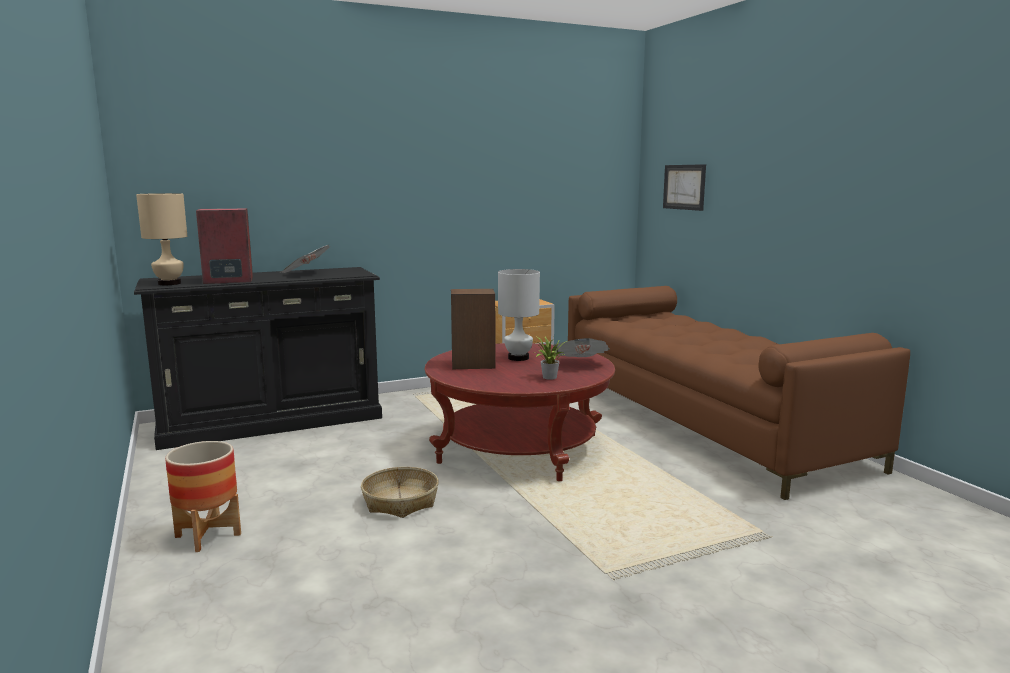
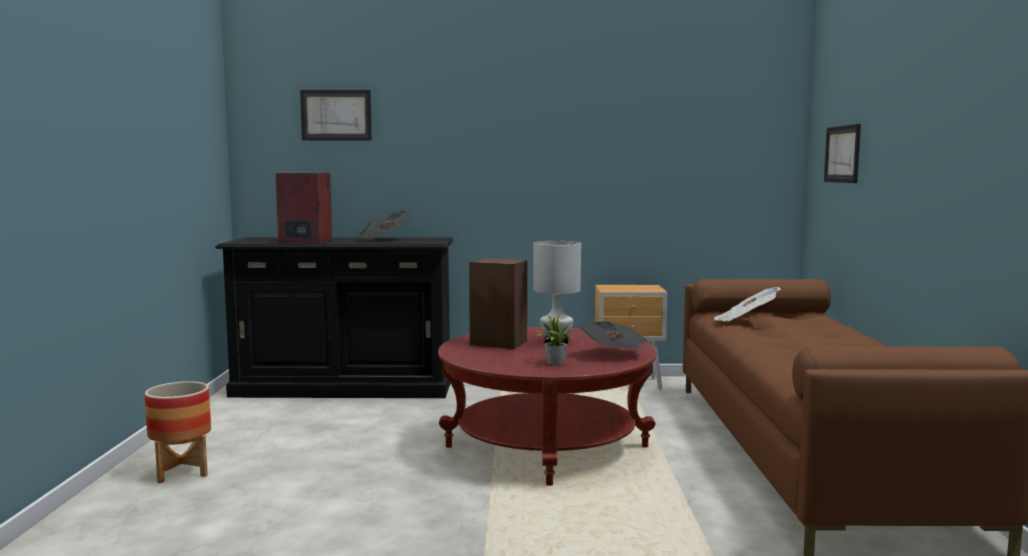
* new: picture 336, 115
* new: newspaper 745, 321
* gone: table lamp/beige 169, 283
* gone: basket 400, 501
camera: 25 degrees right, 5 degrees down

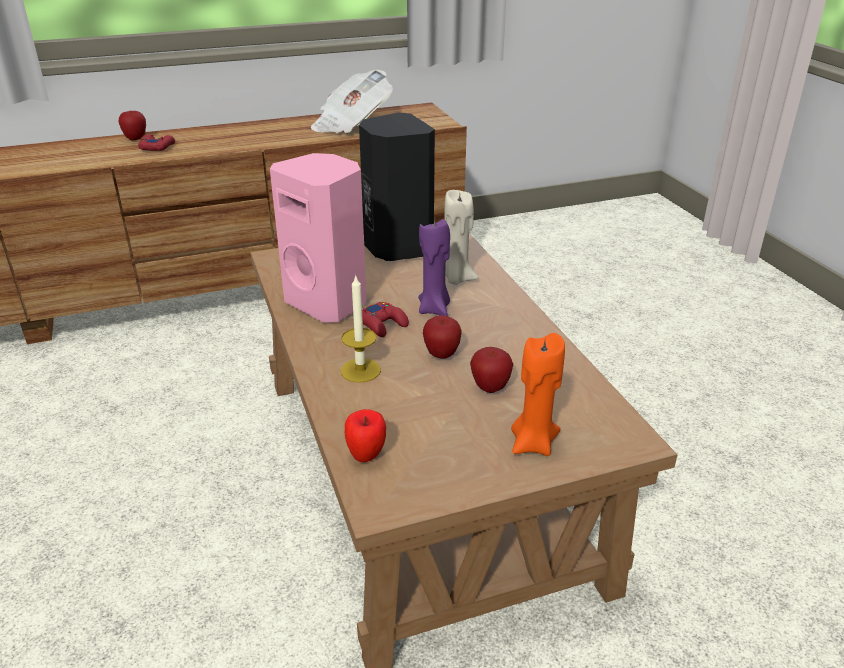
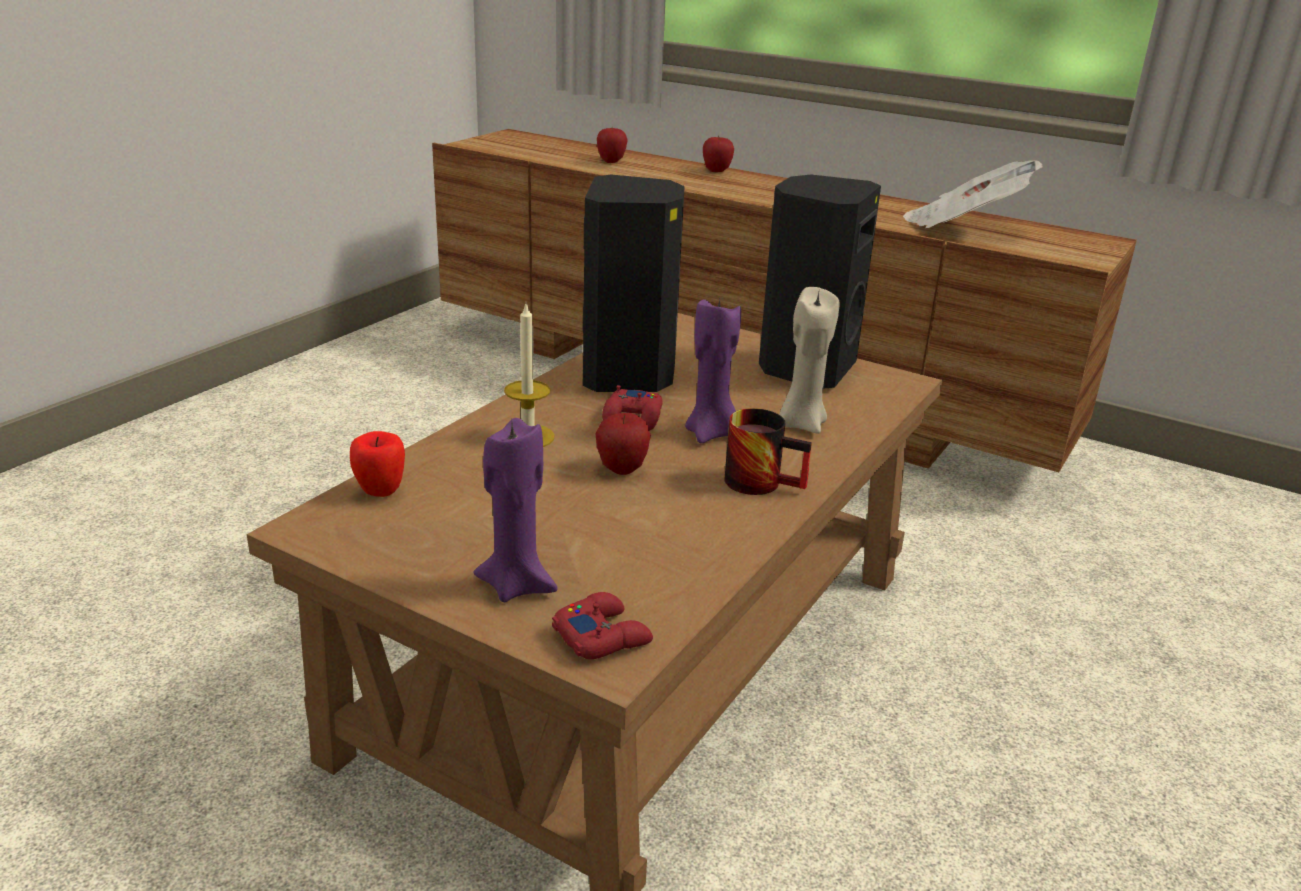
* repainted: candle/orange 533, 443 to candle/purple 517, 585
* shifted: game controller/red 157, 147 to 602, 636
* repainted: speaker/pink 329, 303 to speaker/black 630, 377
* shifted: apple 490, 387 to 611, 161
* new: mug 763, 481
camera: 50 degrees right, 5 degrees down

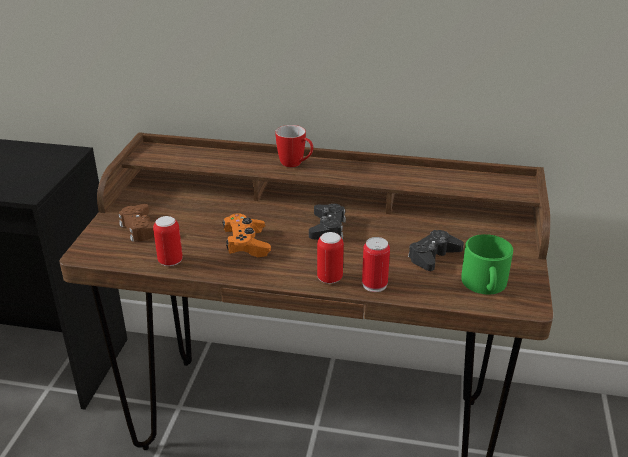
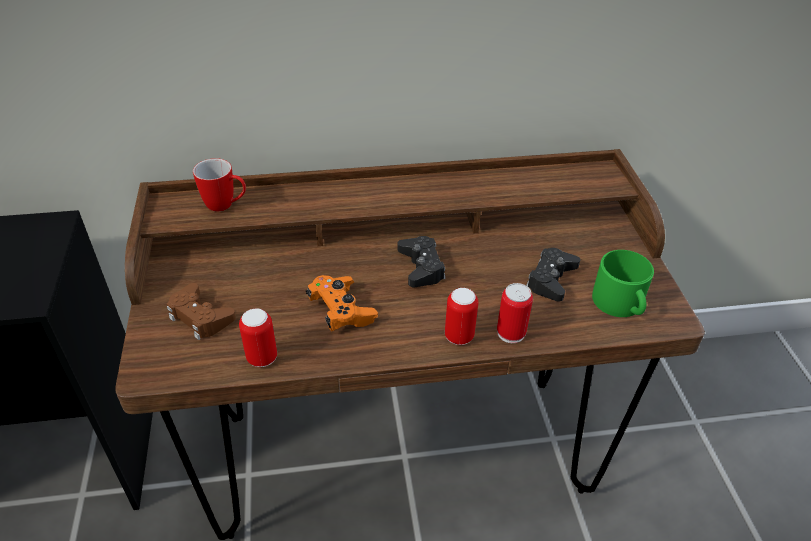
* shifted: mug 296, 164 to 226, 206
camera: 20 degrees left, 10 degrees up

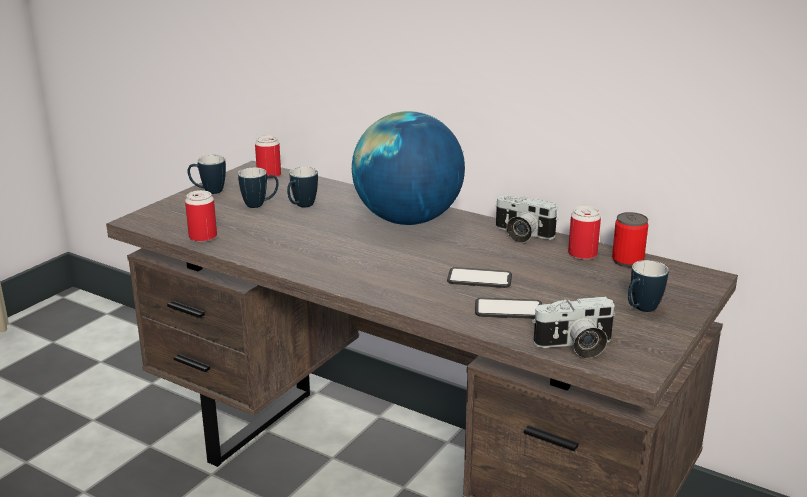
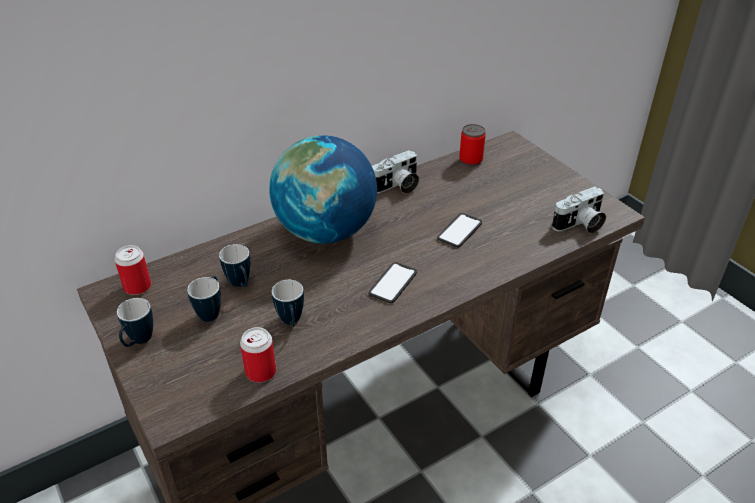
* shifted: mug 641, 310 to 291, 323
* shifted: phone 508, 309 to 393, 283
* rotated: photo camera 575, 347 = 580, 225 45 degrees clockwise
* gone: can 582, 254
camera: 65 degrees left, 15 degrees up

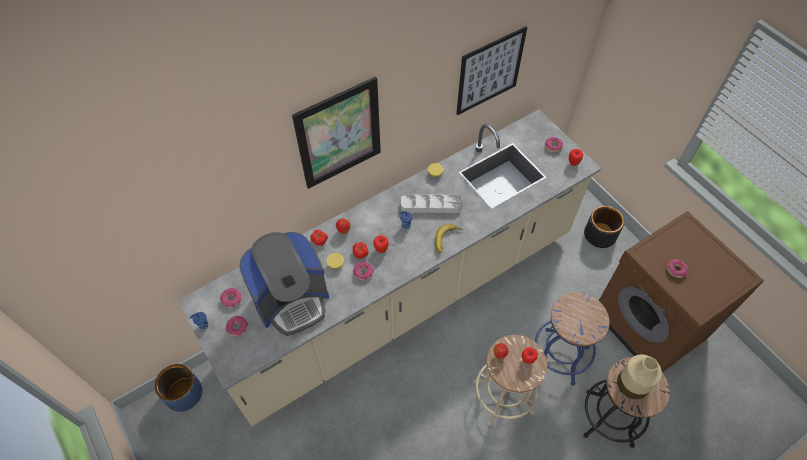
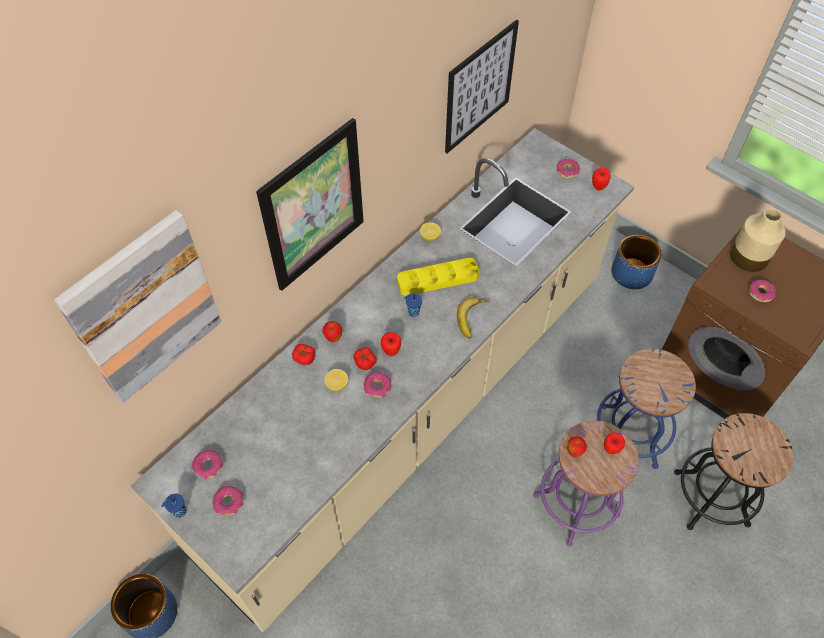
* new: picture 144, 308
* repainted: tray/grey 431, 205 to tray/yellow 437, 279
* repainted: stool/beige 503, 396 to stool/purple 575, 505
* repainted: planter/black 600, 235 to planter/blue 631, 274
* shifted: vase/beige 633, 383 to 749, 256
* gone: coffee machine 292, 300
camera: 15 degrees left, 0 degrees up

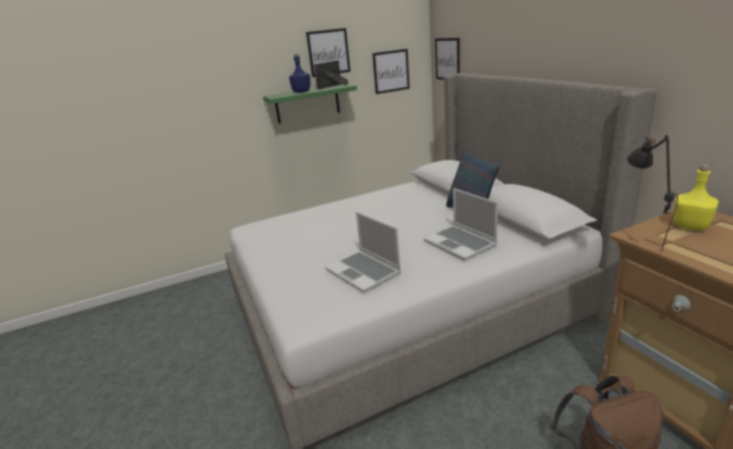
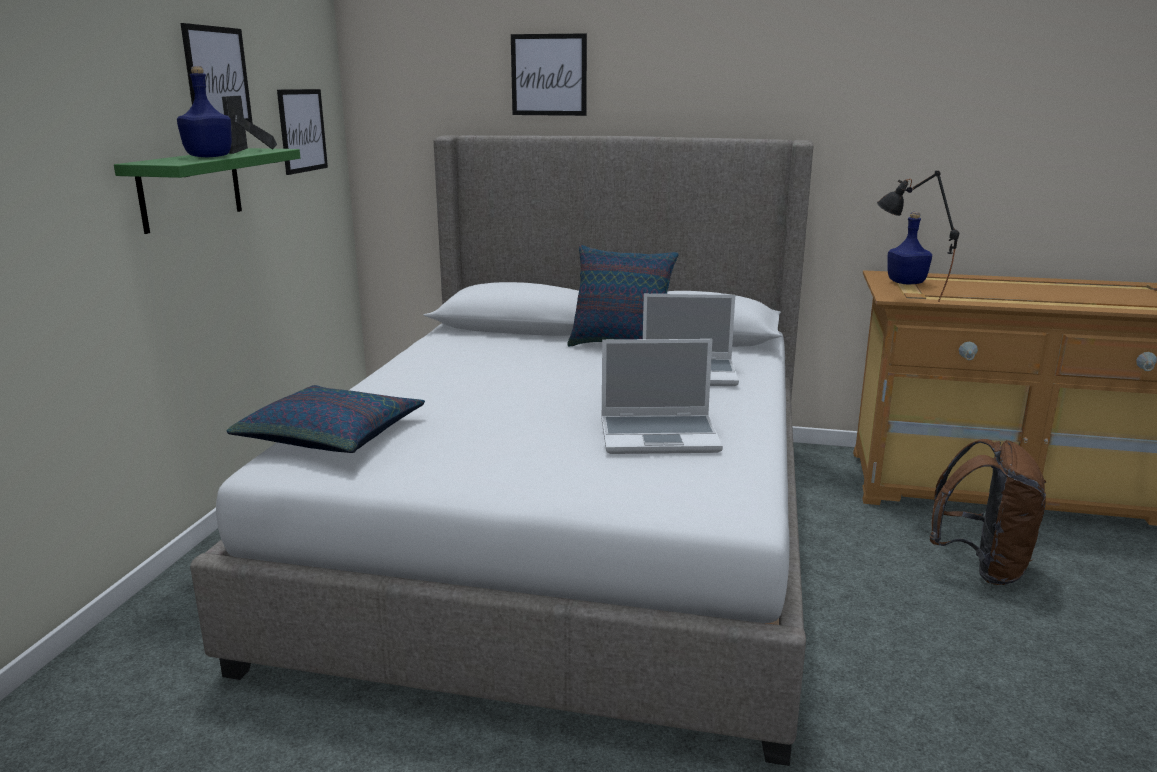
* new: pillow/blue 333, 436
* shifted: picture 447, 59 to 549, 75
* repainted: bottle/yellow 690, 226 to bottle/blue 906, 283
camera: 55 degrees left, 5 degrees down

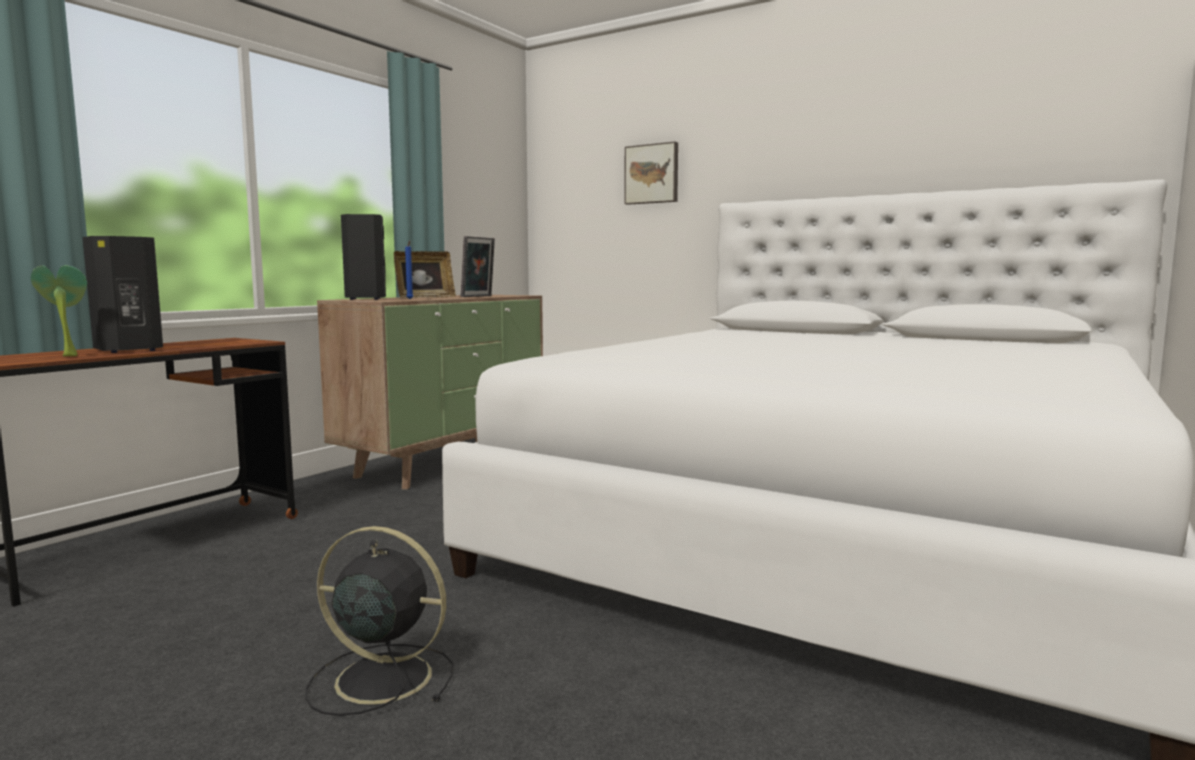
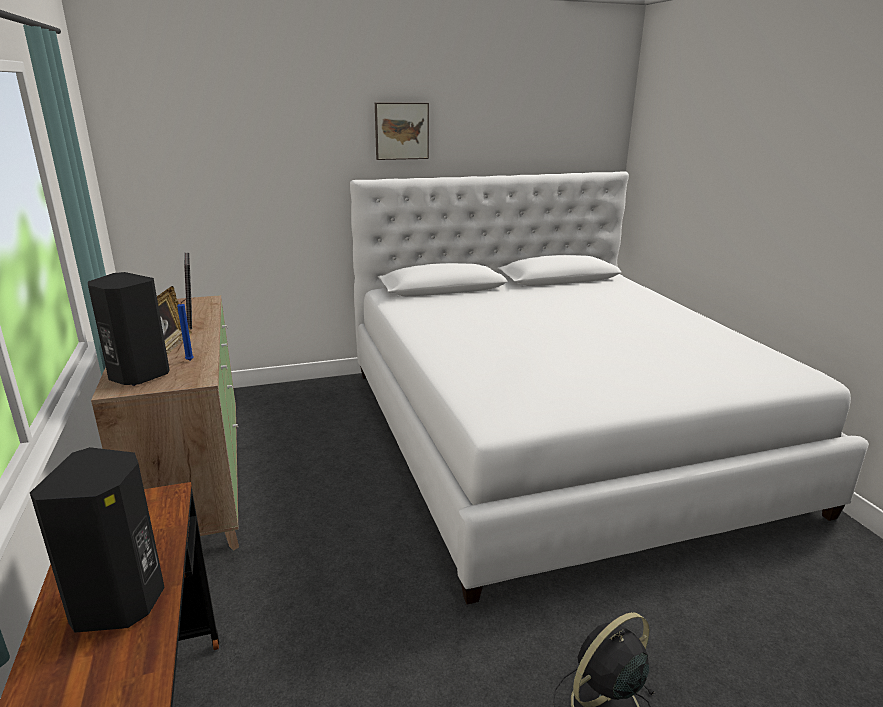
* shifted: picture 652, 174 to 401, 131
* gone: potted plant 67, 356
camera: 50 degrees left, 15 degrees up

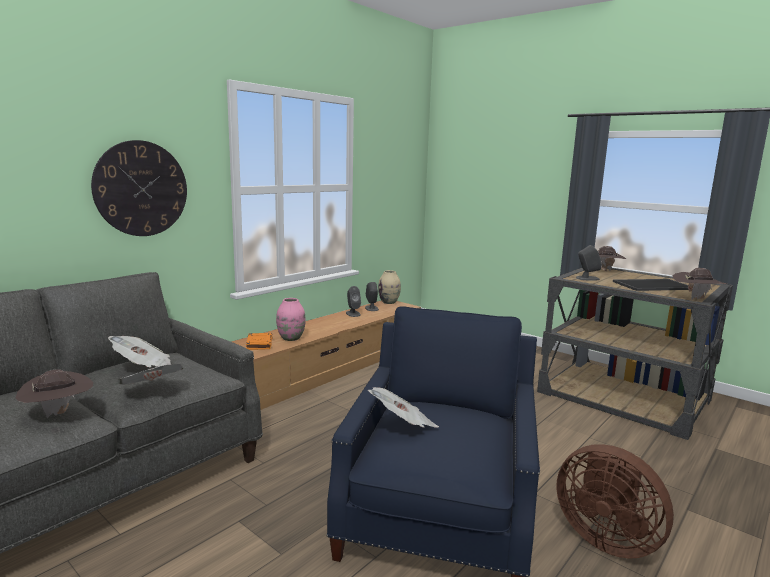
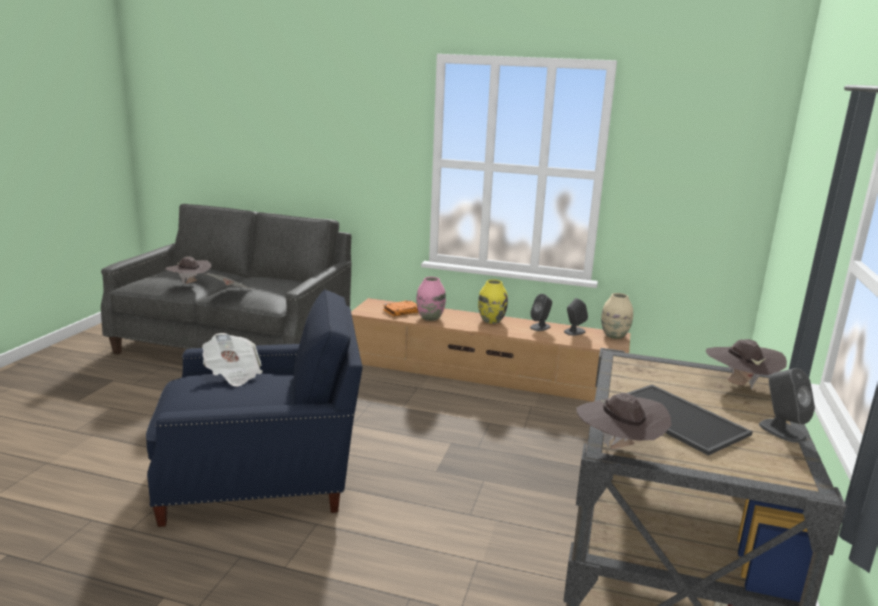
* new: vase/yellow 491, 320
* shifted: speaker/grey 587, 278 to 781, 430
* gone: wall clock 141, 189
* gone: newspaper 144, 367
* gone: fan/brown 606, 538
camera: 65 degrees right, 5 degrees up

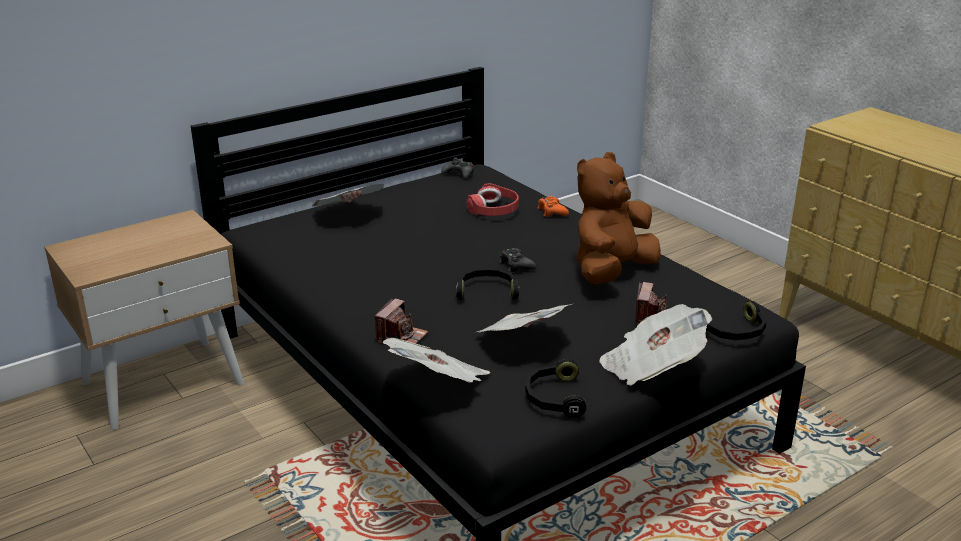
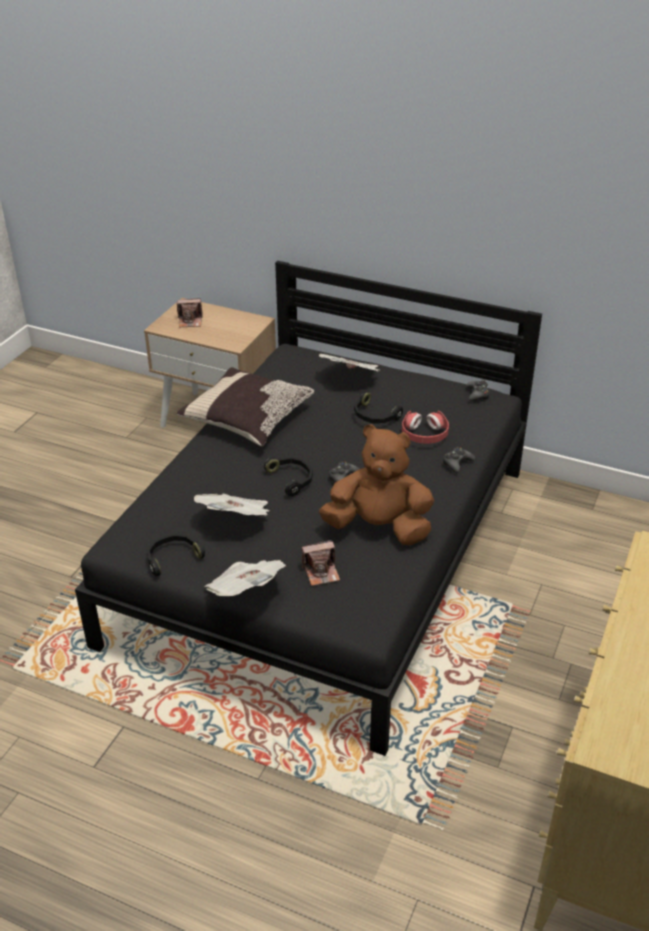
* new: pillow 247, 418
* shifted: photo camera 401, 337 to 190, 321
* shifted: headphones/black 734, 332 to 374, 416
* repainted: game controller/orange 552, 211 to game controller/black 457, 463
* gone: newspaper 439, 384
camera: 60 degrees right, 10 degrees up

